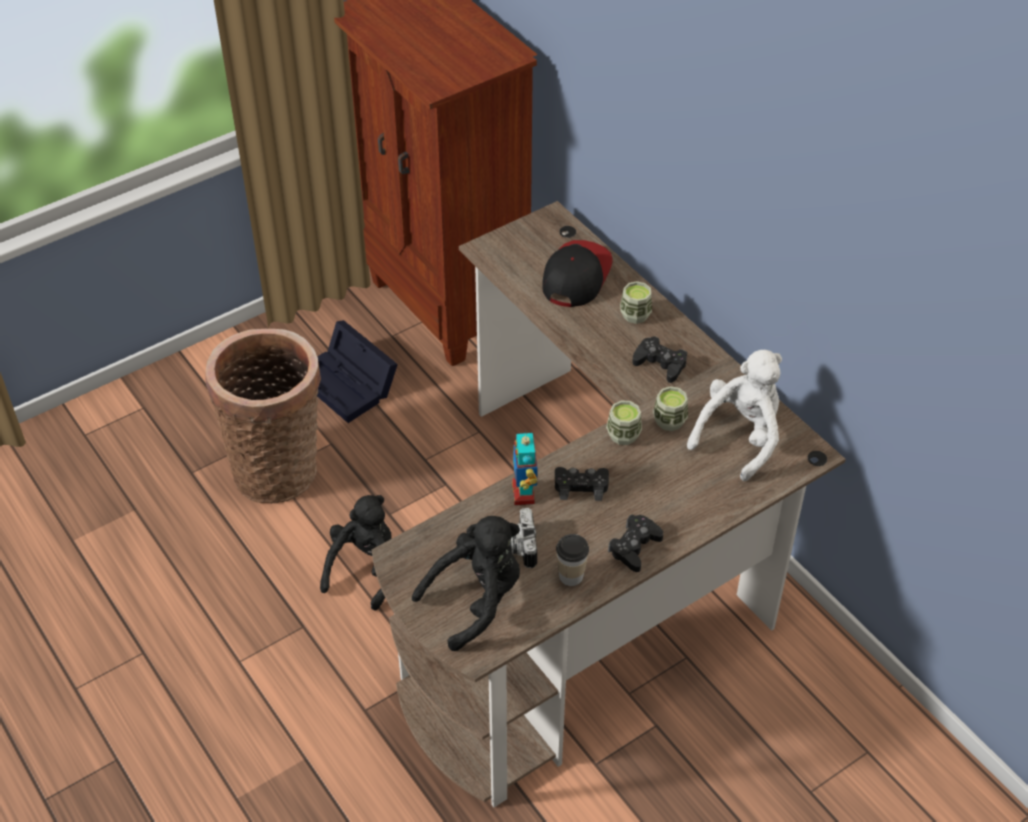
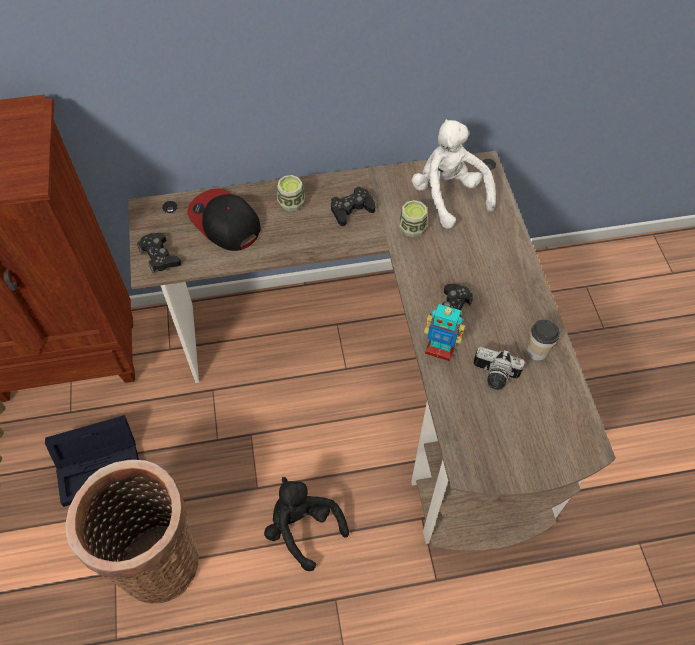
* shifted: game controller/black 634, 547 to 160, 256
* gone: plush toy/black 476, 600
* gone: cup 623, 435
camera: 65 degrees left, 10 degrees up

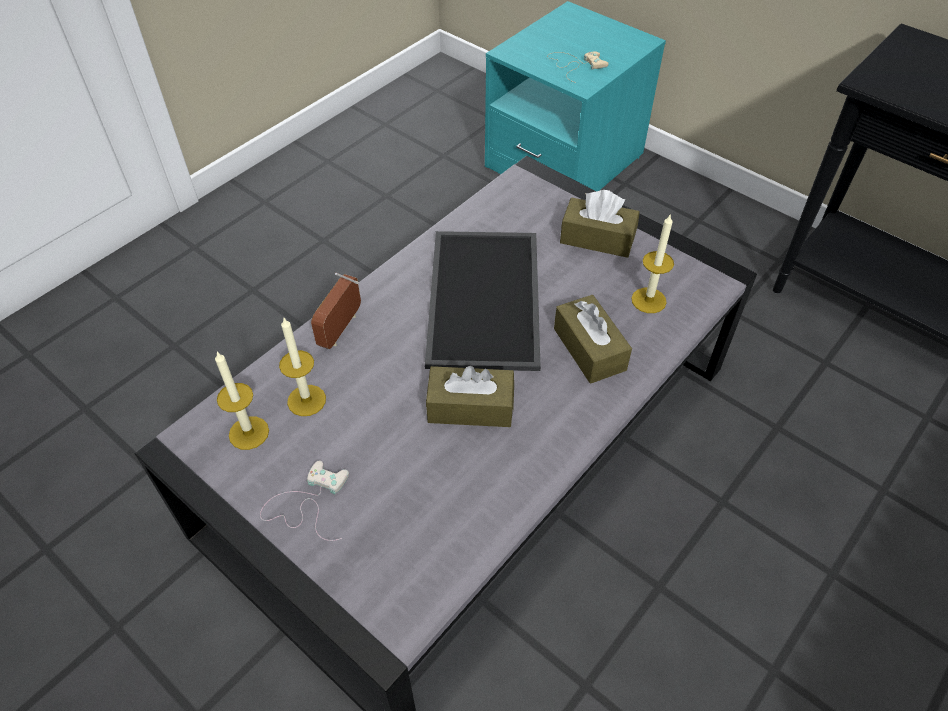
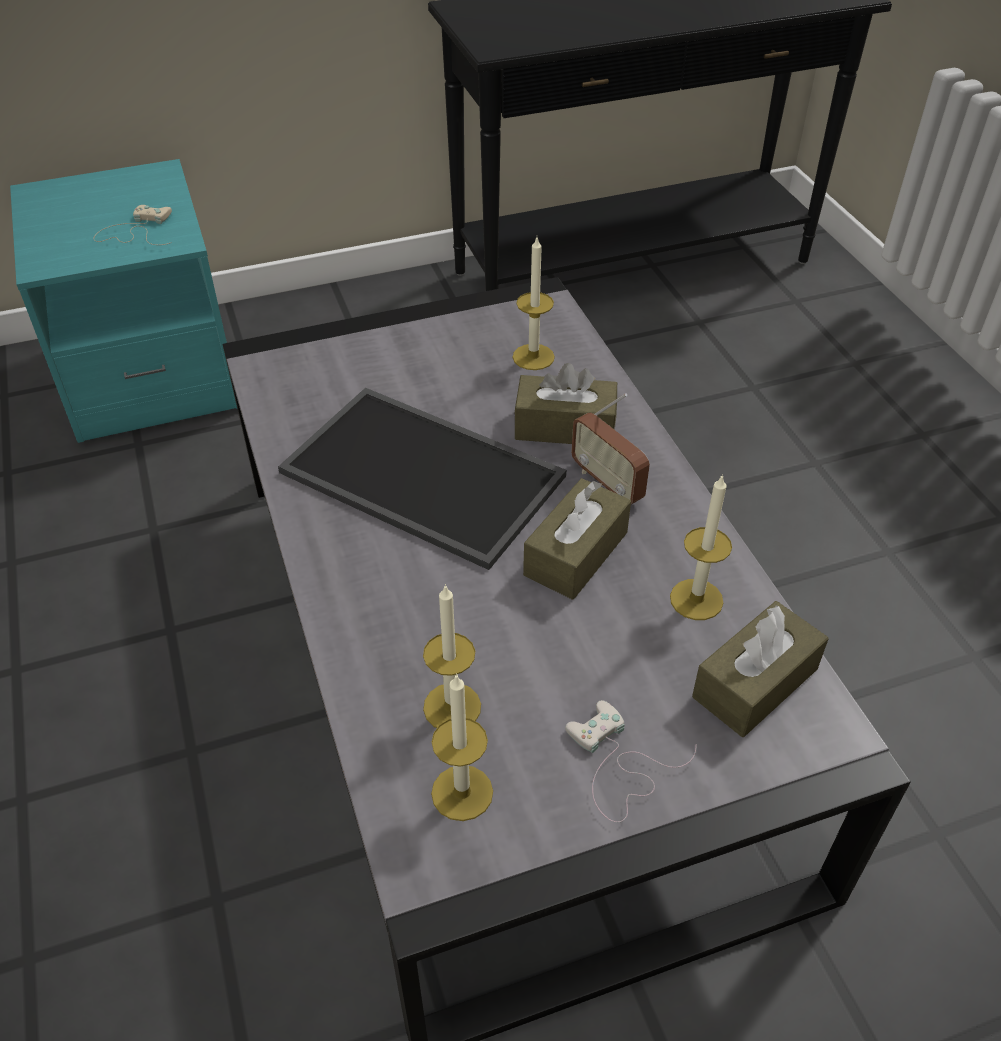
* shifted: radio 341, 329 to 607, 483
* new: candle 696, 599
* shifted: tissue box/brown 597, 238 to 755, 683
camera: 60 degrees left, 5 degrees down

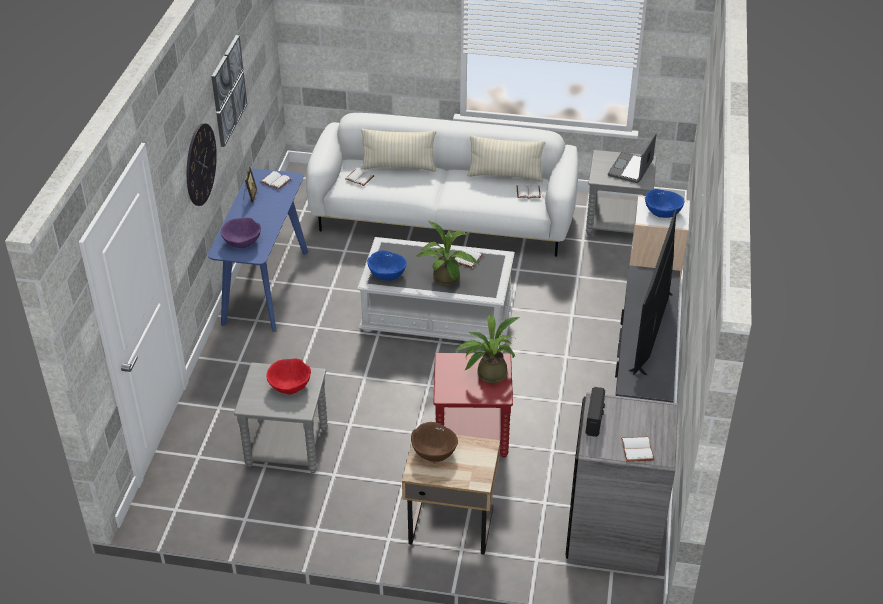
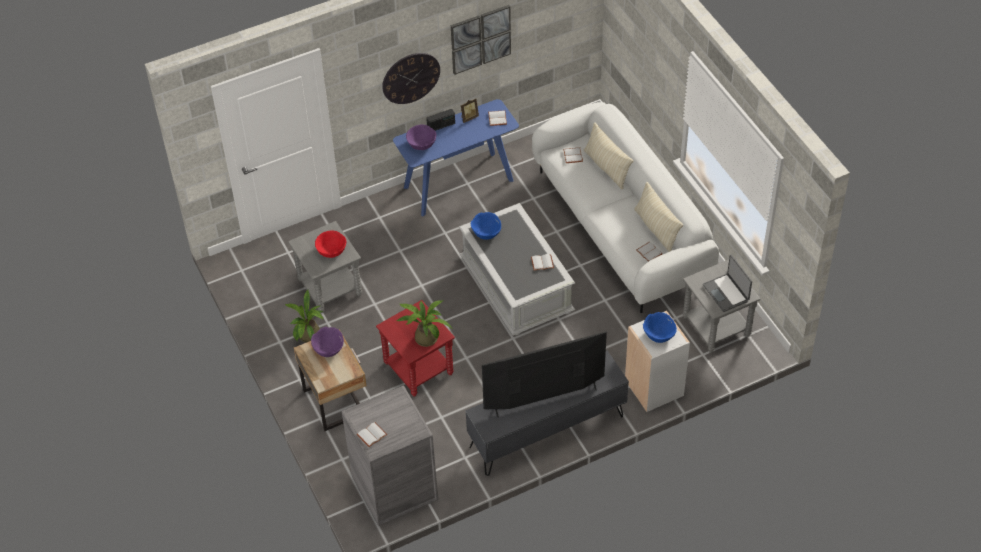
* shifted: potted plant 448, 281 to 308, 337
* repainted: bowl/brown 434, 451 to bowl/purple 328, 348
* shifted: radio 594, 420 to 441, 126
* rotated: laptop 631, 169 = 726, 293 105 degrees counterclockwise
camera: 55 degrees right, 10 degrees up

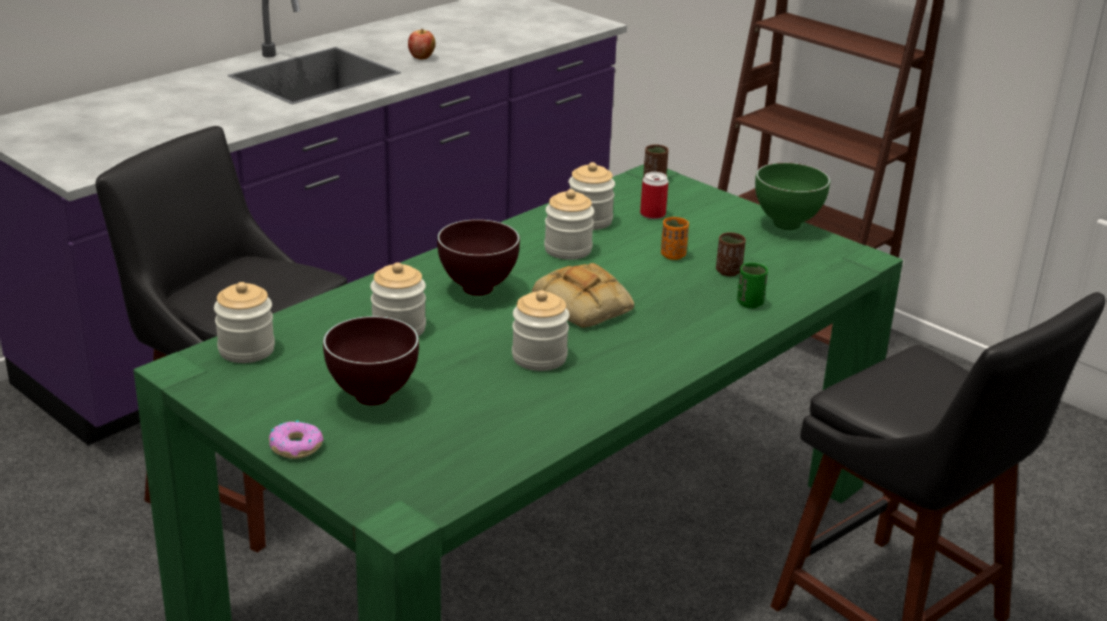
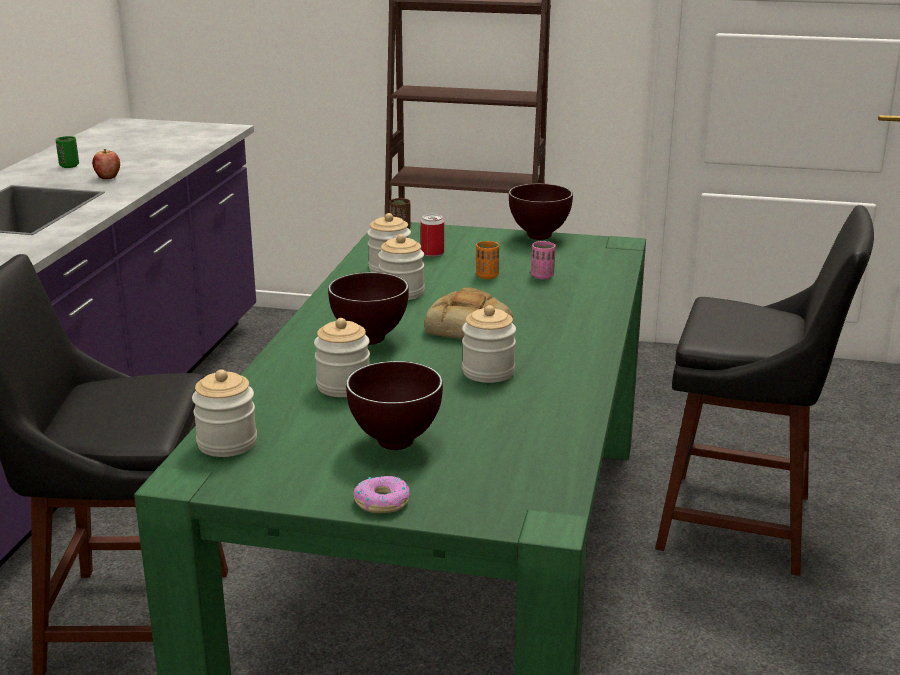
* shifted: cup/green 749, 303 to 69, 166
* repainted: bowl/green 788, 225 to bowl/brown 540, 236
* repainted: cup/brown 728, 272 to cup/pink 542, 276
camera: 30 degrees left, 5 degrees down

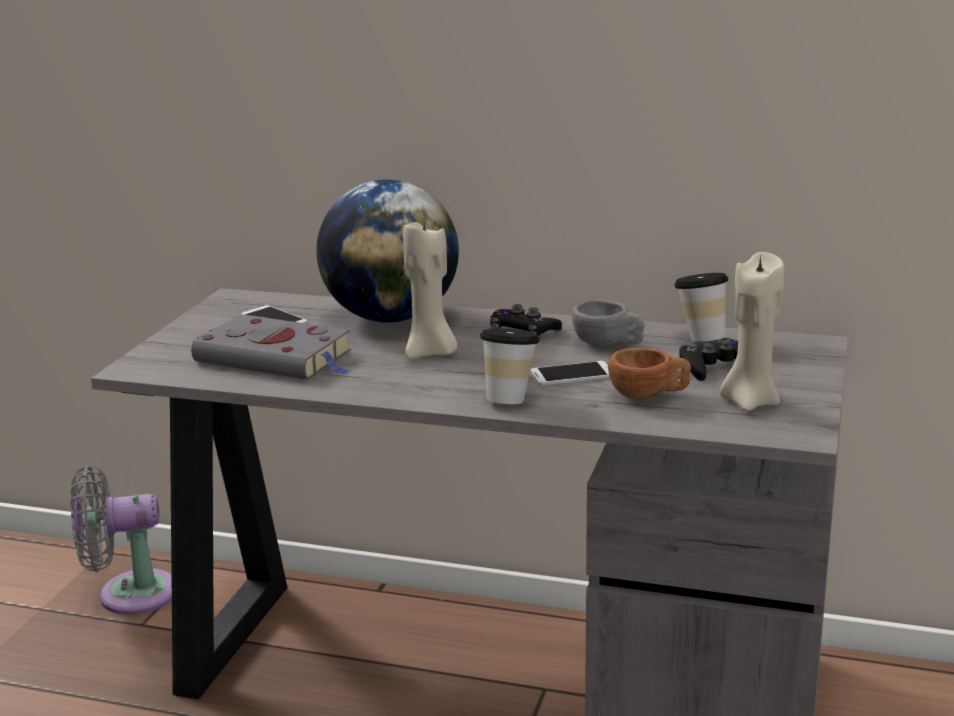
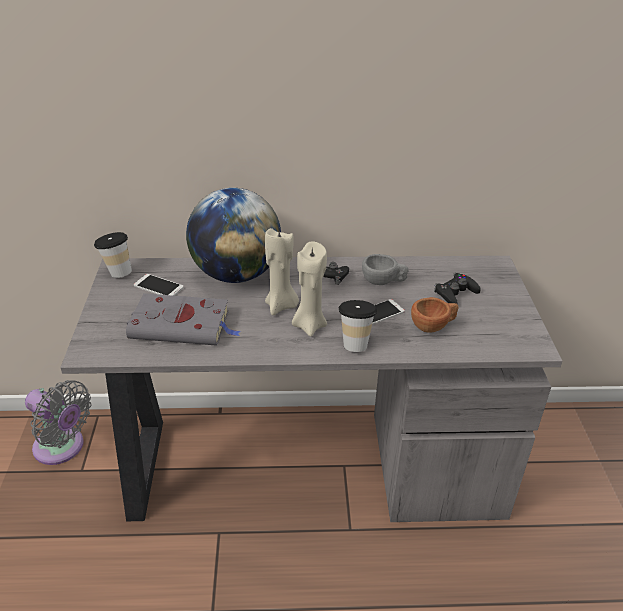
* rotated: fan/grey 129, 594 = 62, 448 120 degrees counterclockwise
* shifted: cup 700, 338 to 117, 272
* shifted: candle/beige 749, 401 to 309, 325
camera: 20 degrees left, 15 degrees up

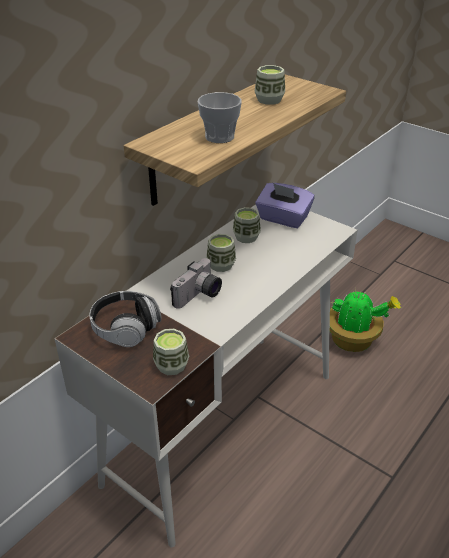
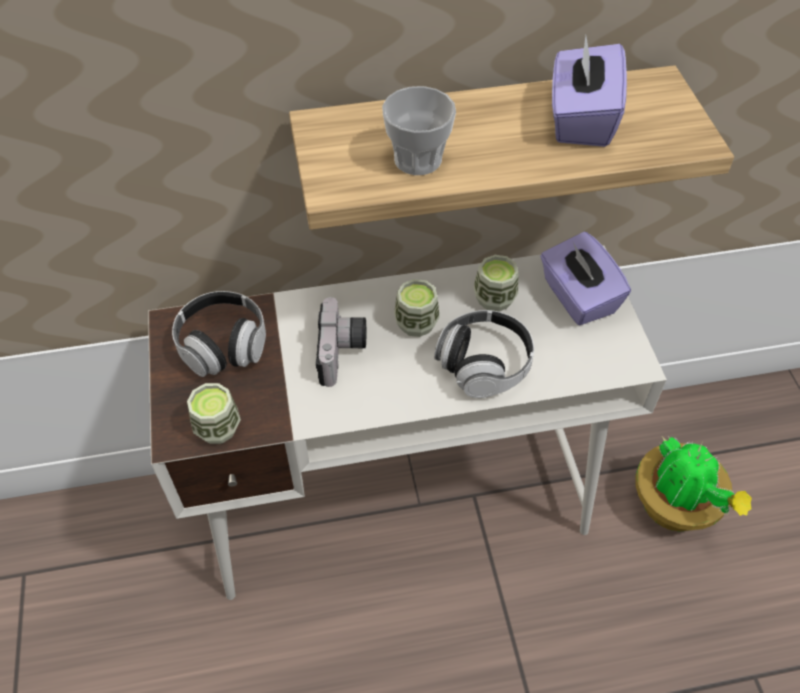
* rotated: photo camera 199, 296 = 343, 353 75 degrees counterclockwise
* new: headphones 484, 365
* swapped: cup 269, 100 to tissue box/purple 580, 119
camera: 40 degrees right, 15 degrees up

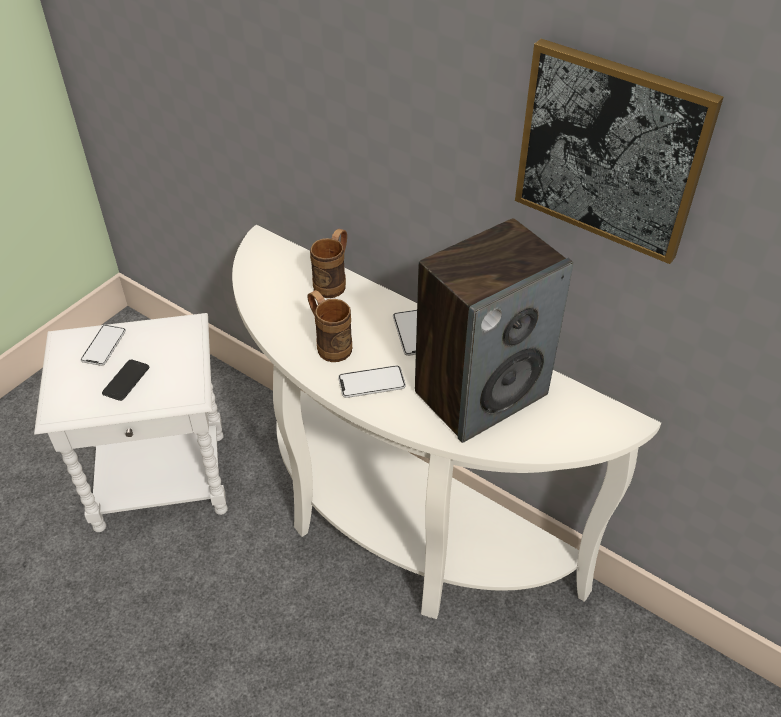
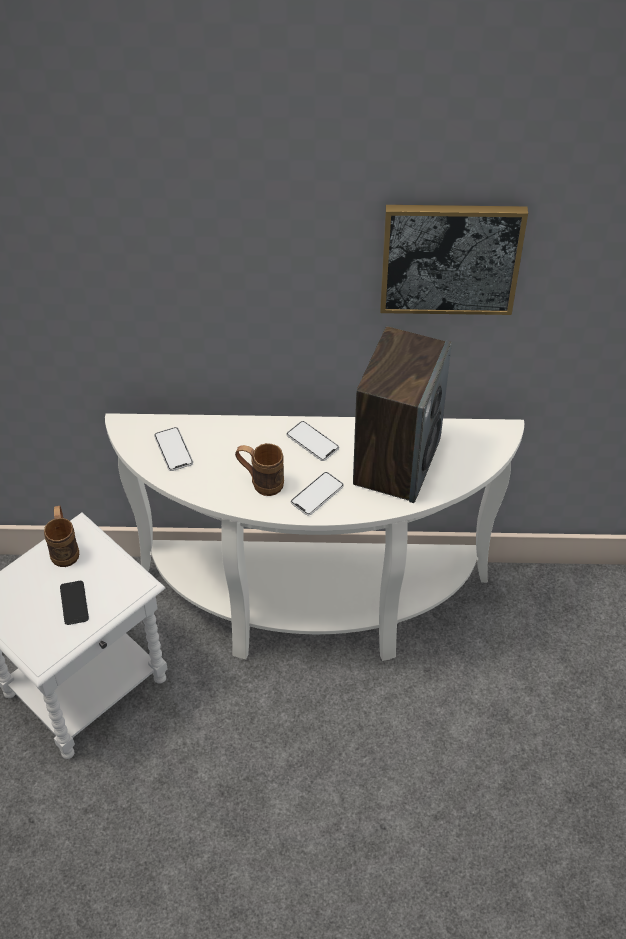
* shifted: mug/brown 334, 282 to 65, 549
* shifted: phone 104, 346 to 173, 450
camera: 35 degrees left, 5 degrees up

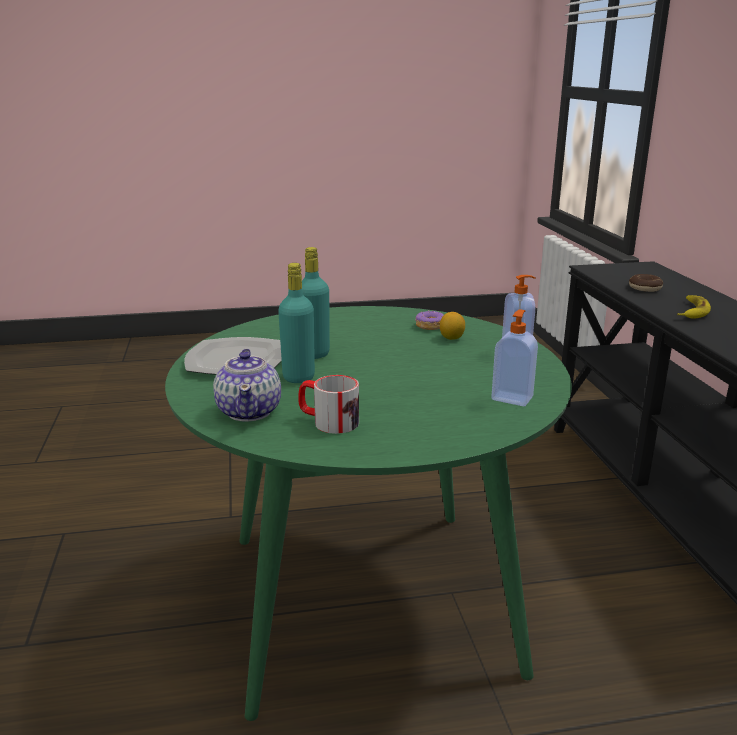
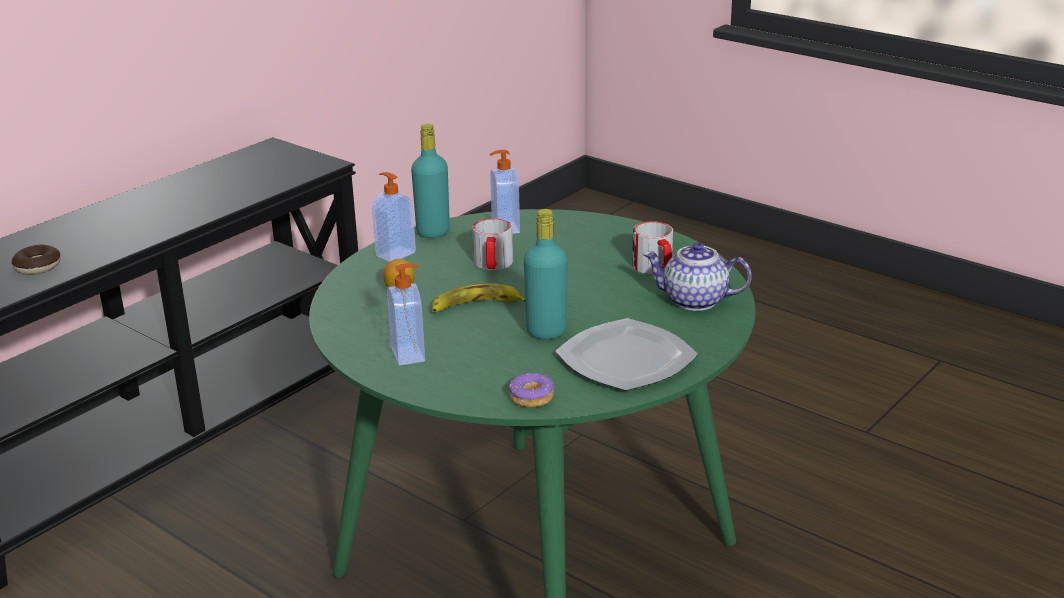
* new: soap dispenser 409, 354
* shifted: bottle/turquoise 298, 377 to 433, 232
* shifted: banana 692, 311 to 475, 305
* new: mug 493, 265
* shifted: donut 430, 326 to 532, 397
* rotated: teapot 250, 411 = 696, 301 120 degrees counterclockwise
camera: 130 degrees left, 5 degrees up

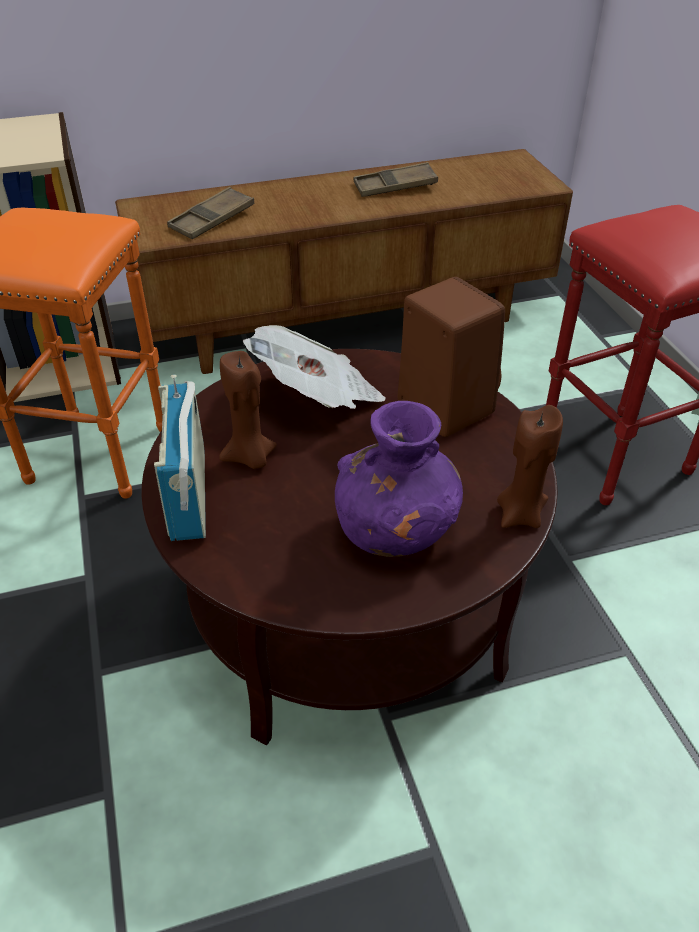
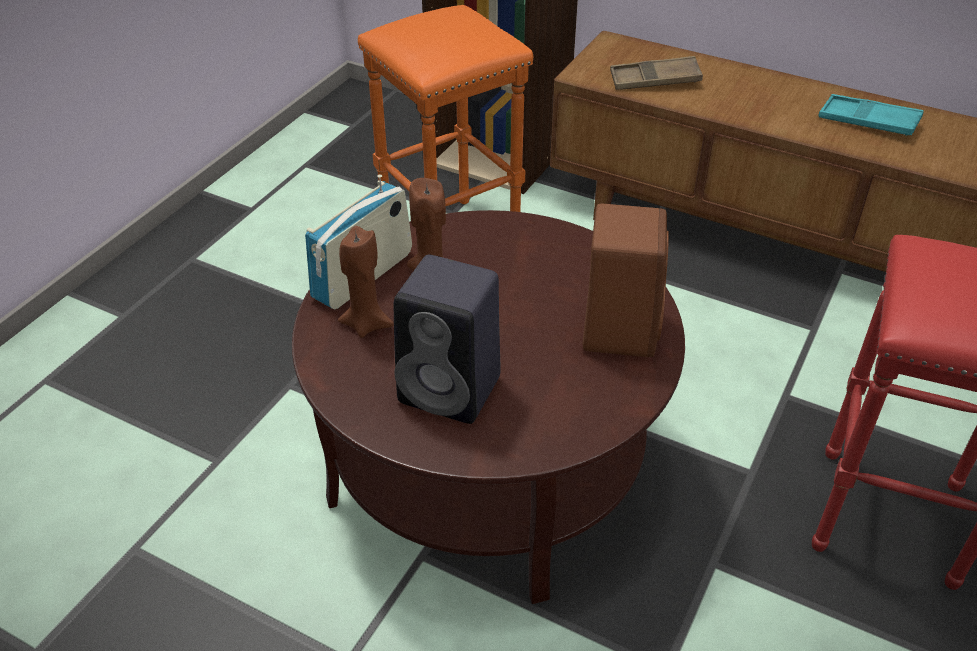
* shifted: candle/brown 520, 514 to 366, 324
* swapped: vase/purple 396, 532 to speaker/black 453, 390
* repainted: tray/brown 395, 186 to tray/turquoise 868, 121
* gone: newspaper 318, 397
camera: 45 degrees right, 0 degrees up

